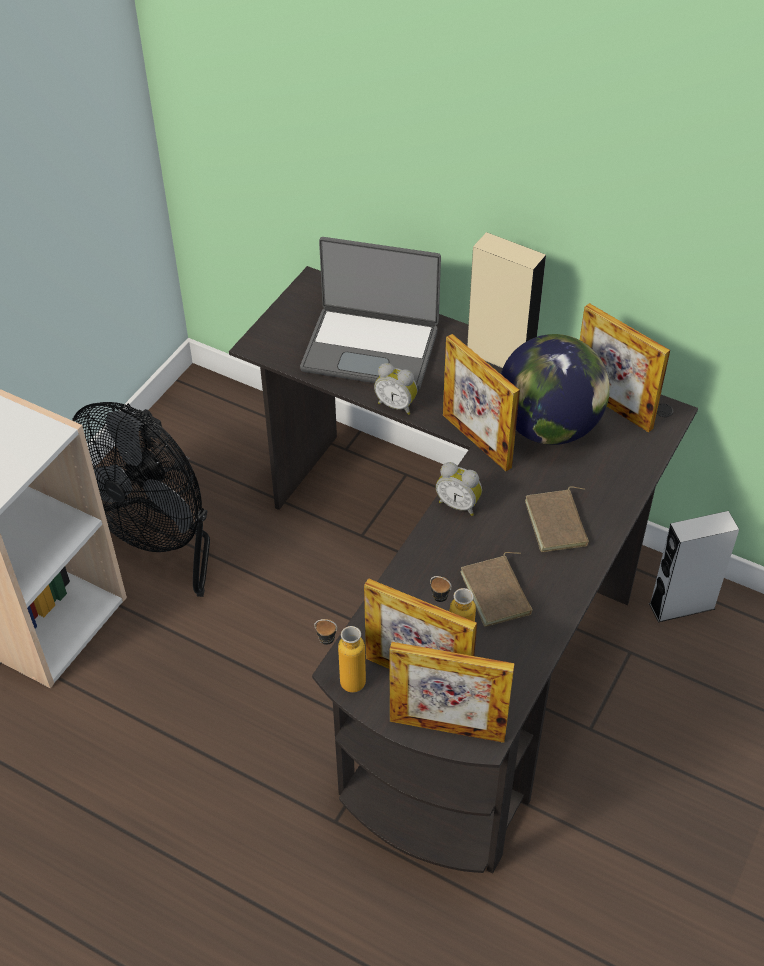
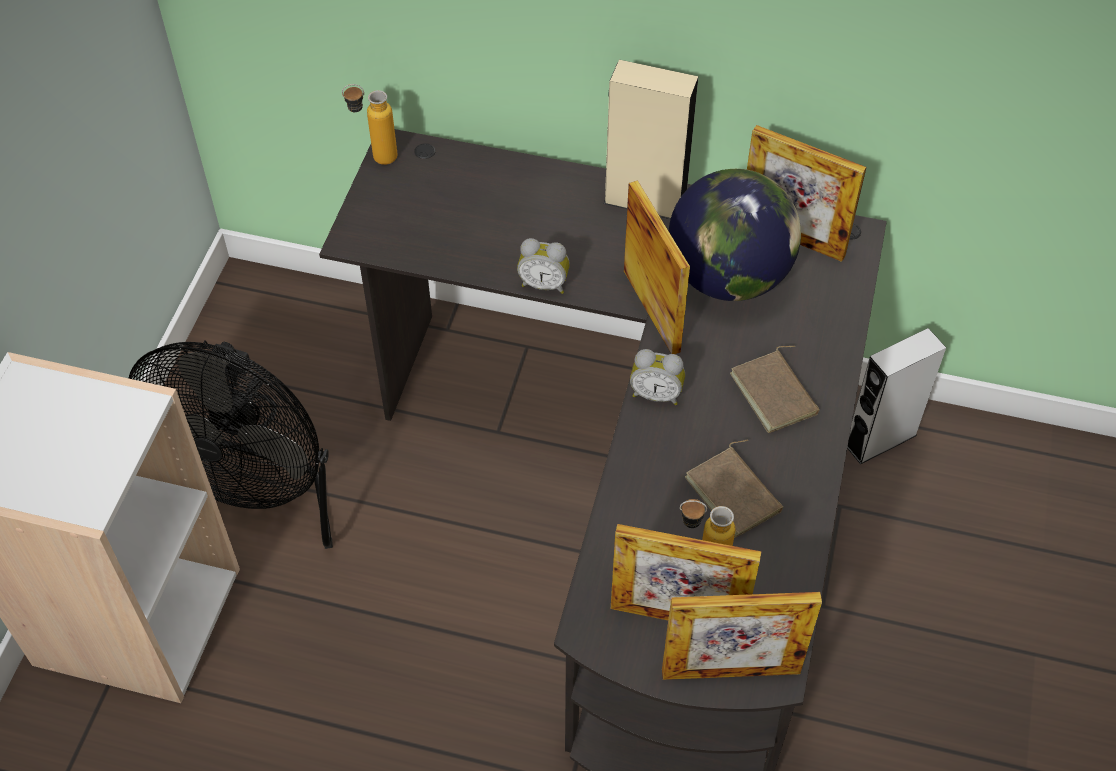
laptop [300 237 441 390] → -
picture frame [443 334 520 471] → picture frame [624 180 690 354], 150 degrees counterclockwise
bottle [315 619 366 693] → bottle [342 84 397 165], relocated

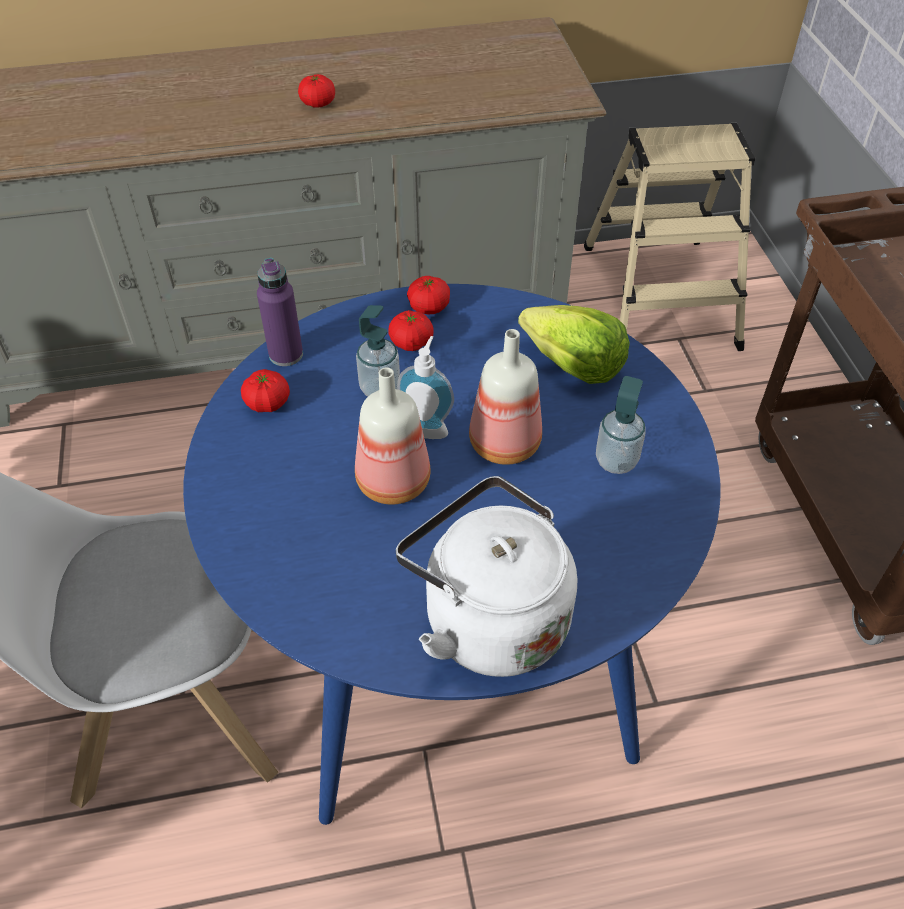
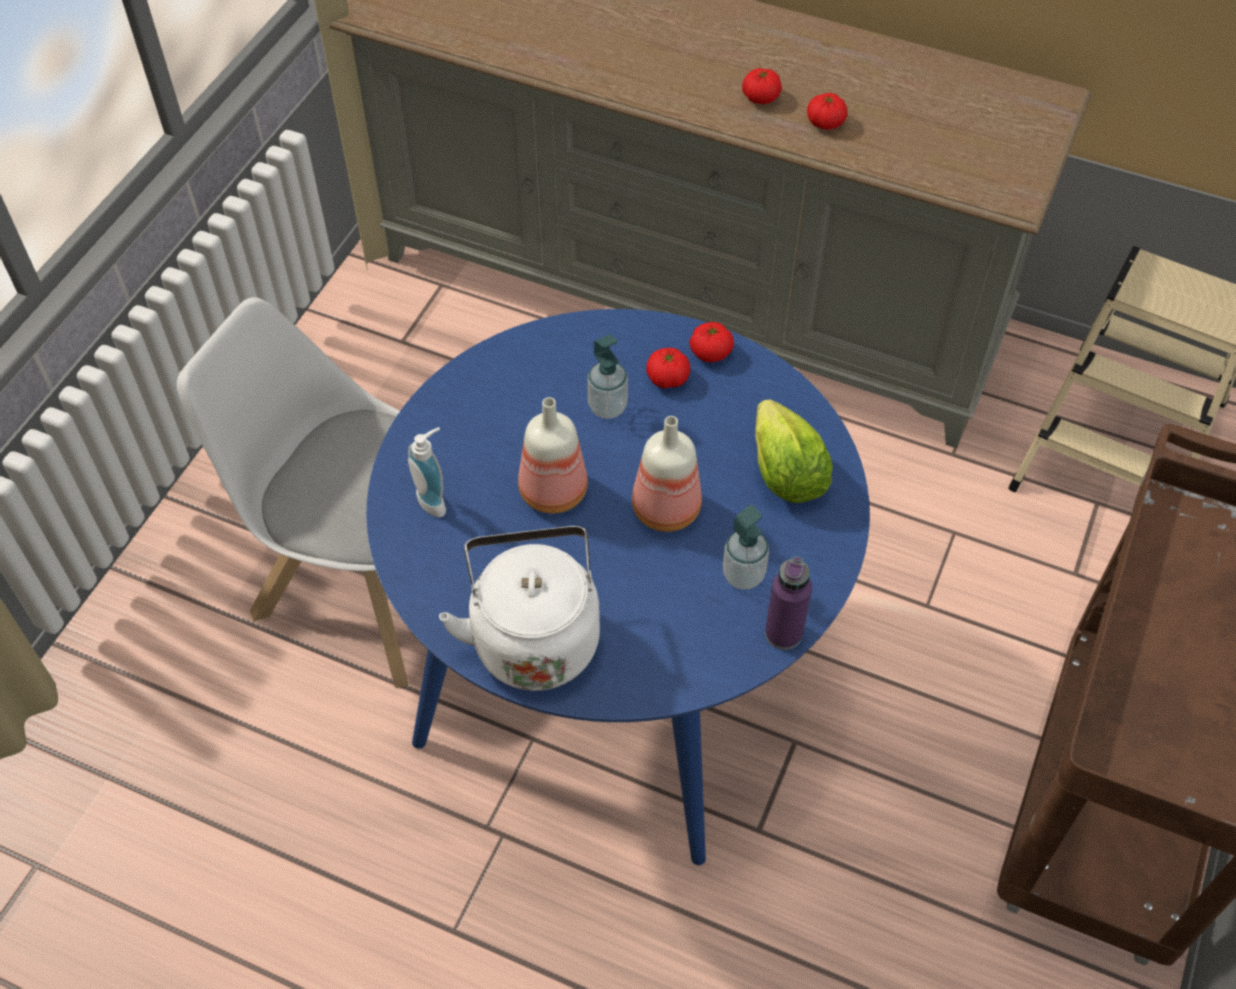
bottle in purple [257 258 303 366] → bottle in purple [765 556 812 650], relocated
soap dispenser [397 336 454 439] → soap dispenser [408 427 446 517], relocated
tomato [241 369 290 412] → tomato [807 93 847 130], relocated

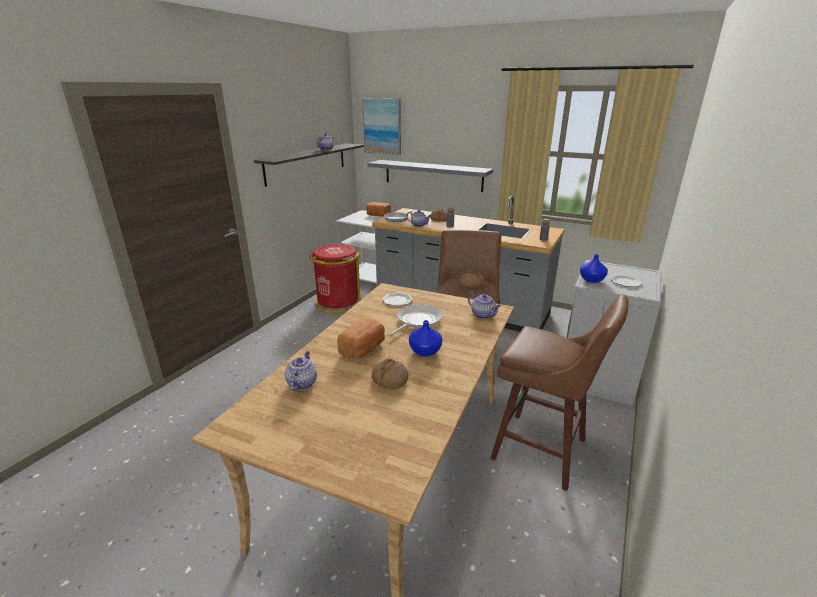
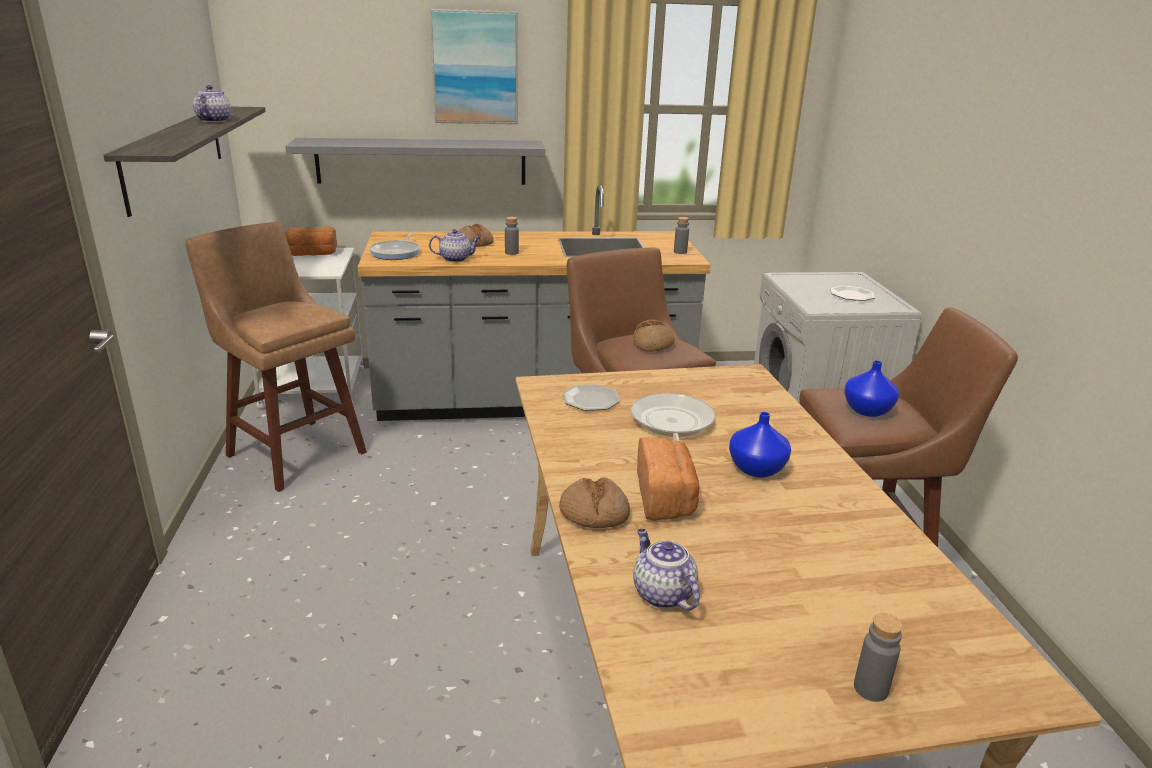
picture [362 98 401 155] → picture [430 9 518 124], relocated
trash can in red [309 244 361 313] → stool in brown [185 222 367 492]
vase in blue [580 254 608 283] → vase in blue [844 360 899 417], relocated
teapot [468 293 501 319] → -
bread [372 359 408 389] → bread [559 477 630 528], relocated
- → bottle in grey [854 613 903 702]

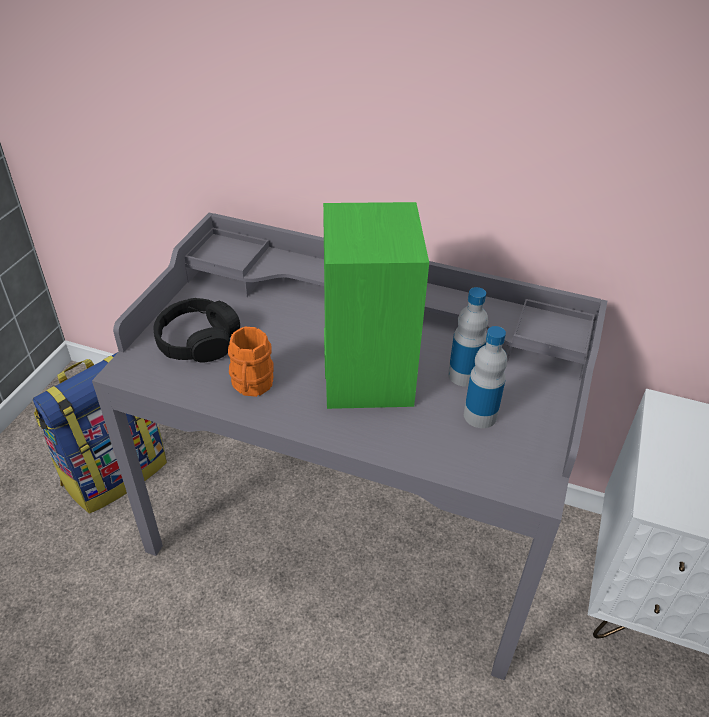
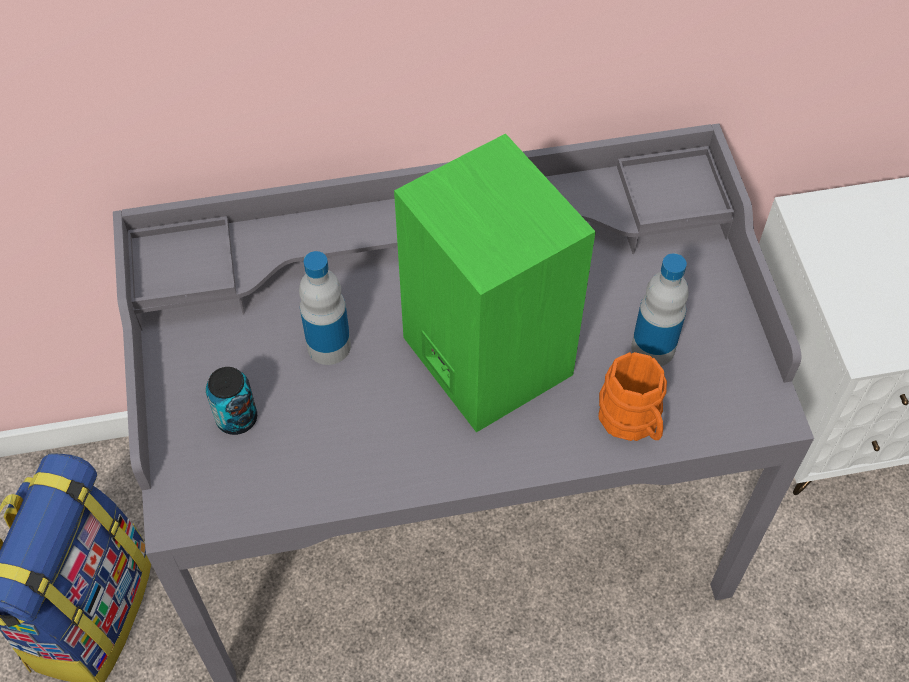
bottle [448 287 488 387] → bottle [299 251 351 365], relocated
headphones in black [153 298 240 363] → can [206 367 257 435]
mug in orange [228 327 274 397] → mug in orange [598 352 667 441], relocated

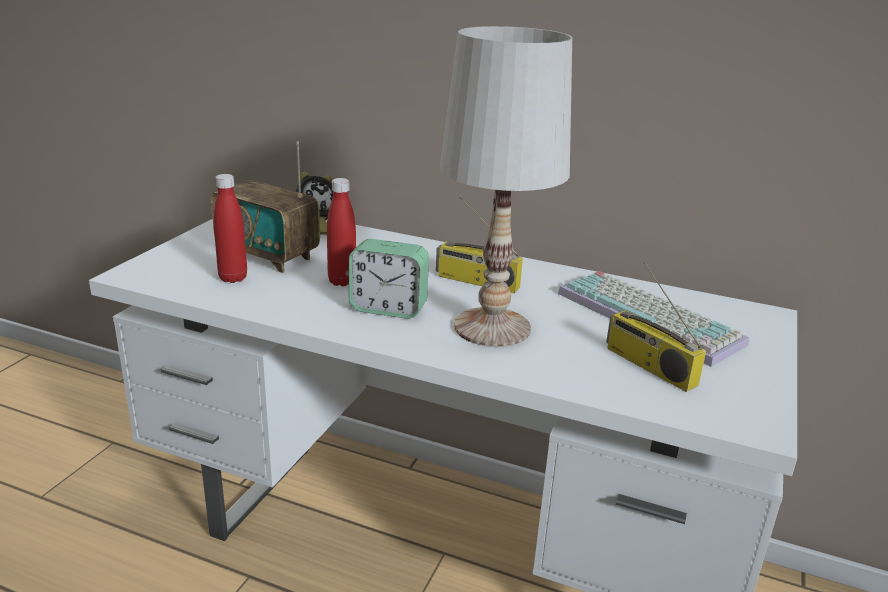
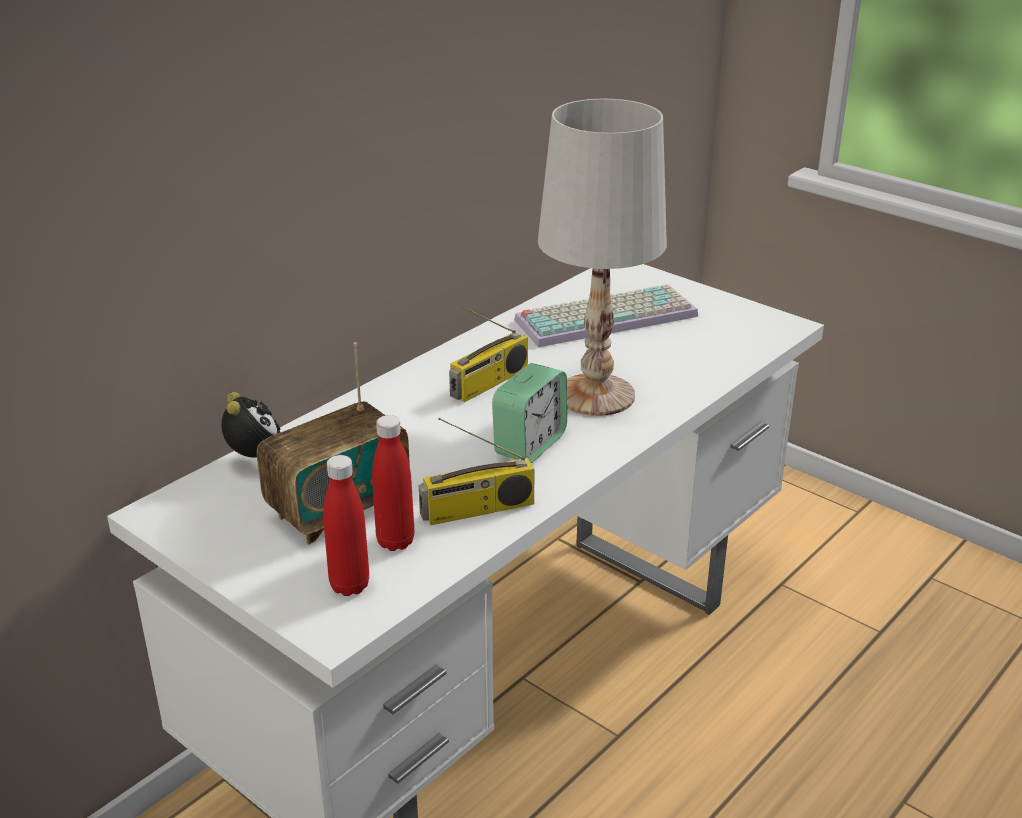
bottle in red [327 178 356 286] → bottle in red [323 455 369 596], relocated
radio [606 262 706 392] → radio [419 418 535 525], relocated

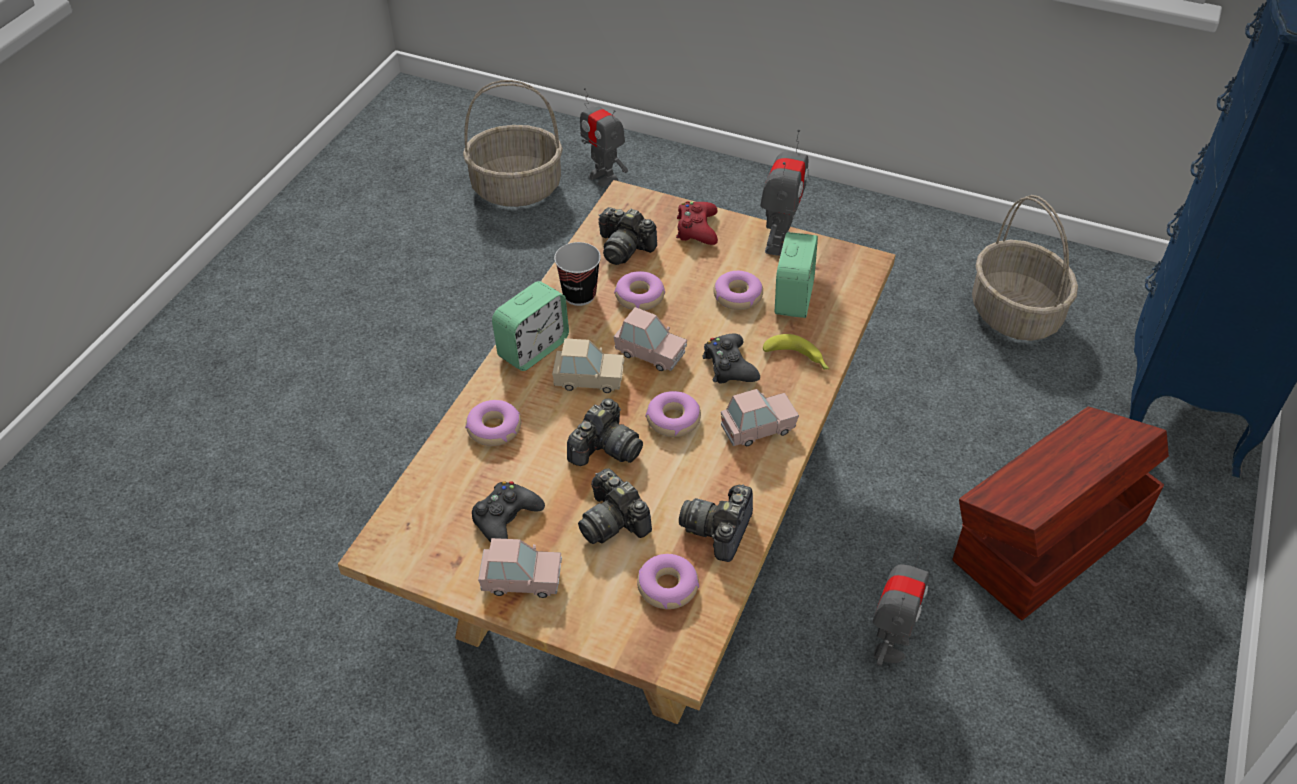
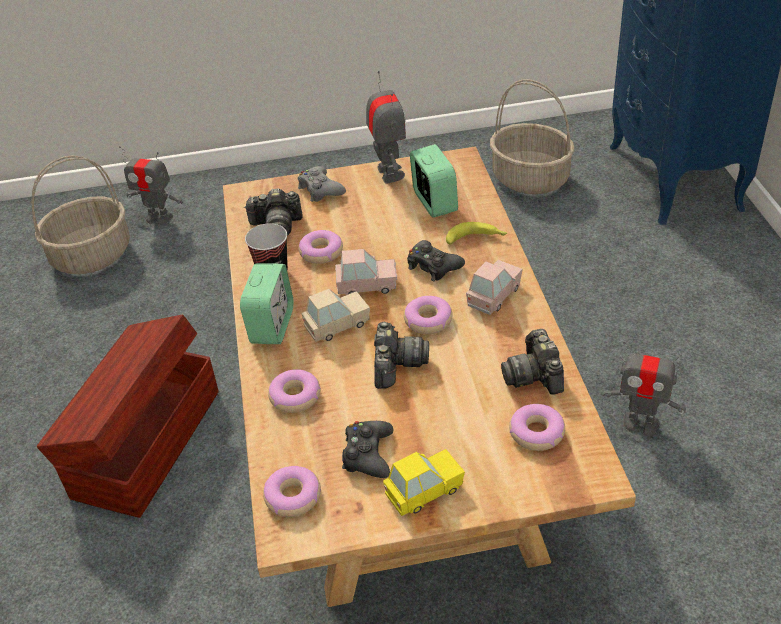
game controller in red [676 201 718 245] → game controller in grey [298 166 346 202]
donut [713 271 763 310] → donut [263 466 321 517], relocated
storage box in brown [952 407 1169 620] → storage box in brown [37 315 219 518], relocated
photo camera [578 469 652 544] → -
toy car in pink [478 538 562 598] → toy car in yellow [383 449 465 516]
toy robot [873 547 929 666] → toy robot [603 341 686 436], 120 degrees clockwise

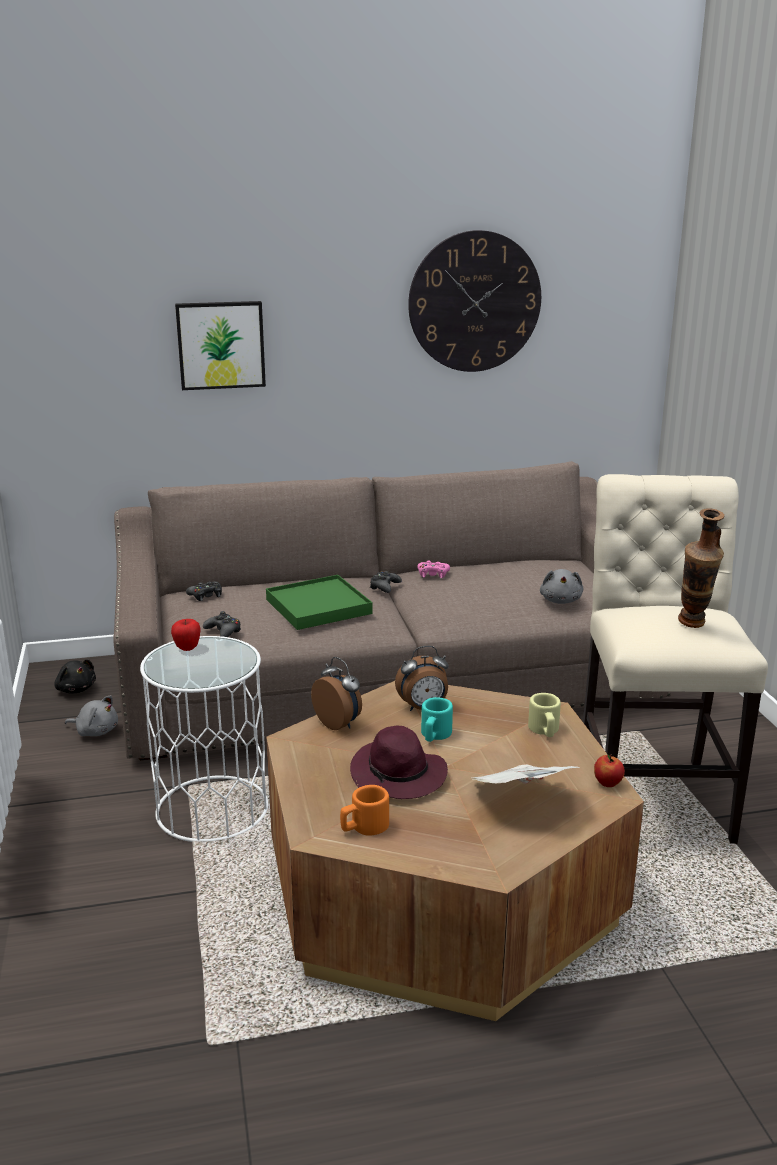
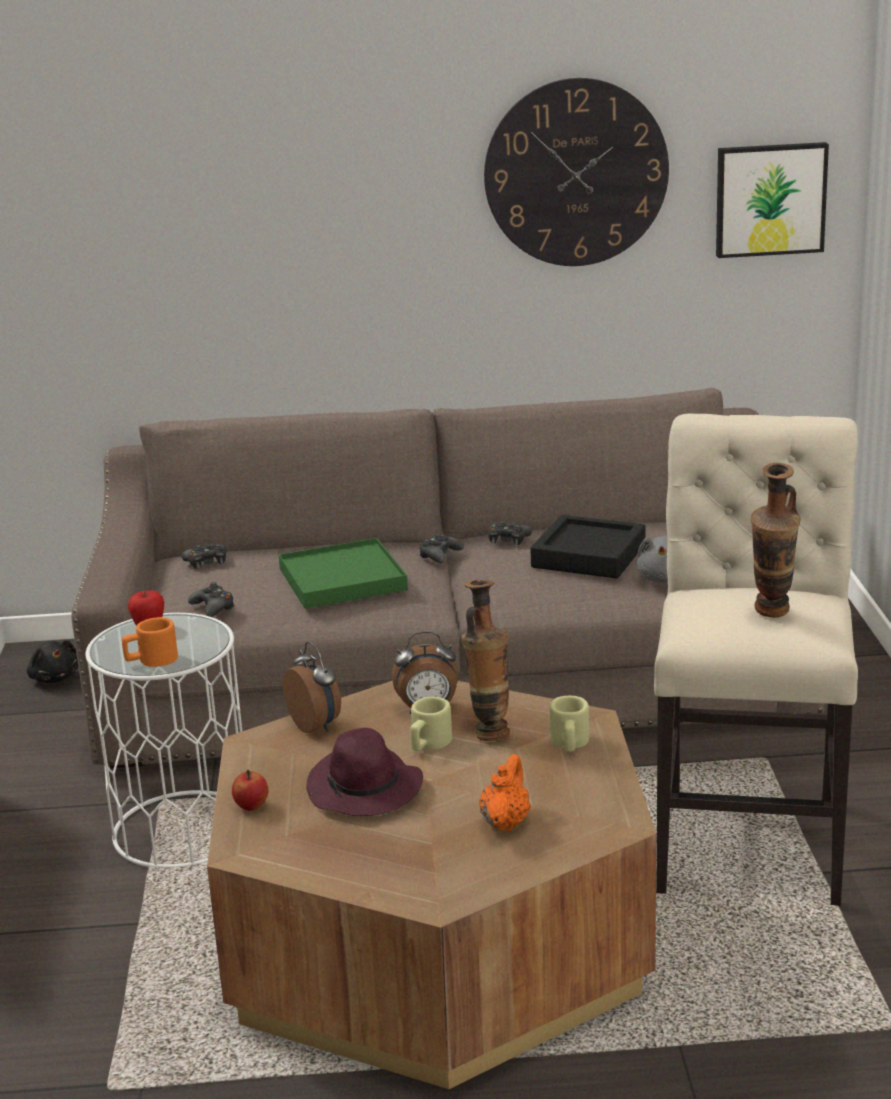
picture [175 301 266 390] → picture [716 142 829 258], relocated
game controller in pink [417 560 450 578] → game controller in black [488 521 532 545]
plush toy in grey [65 695 118 736] → -
mug in turquoise [421 697 453 742] → mug in beige [410 697 452 751]
apple [594 754 625 787] → apple [232 769 268 811], relocated
newspaper [473 764 580 784] → teapot in orange [479 754 531 832]
mug in orange [340 785 389 836] → mug in orange [122 617 178 667], relocated
- → tray in black [530 515 645 578]
- → vase [461 580 510 741]

